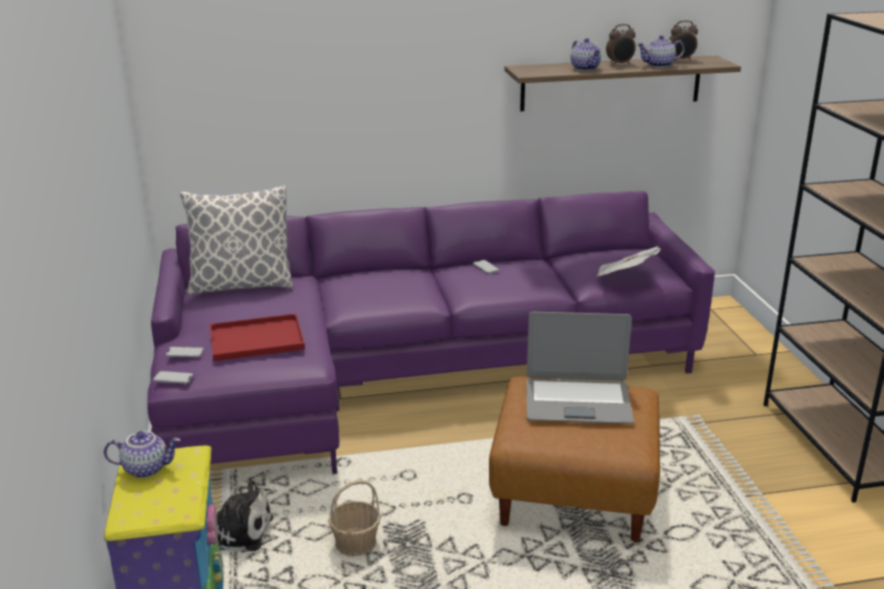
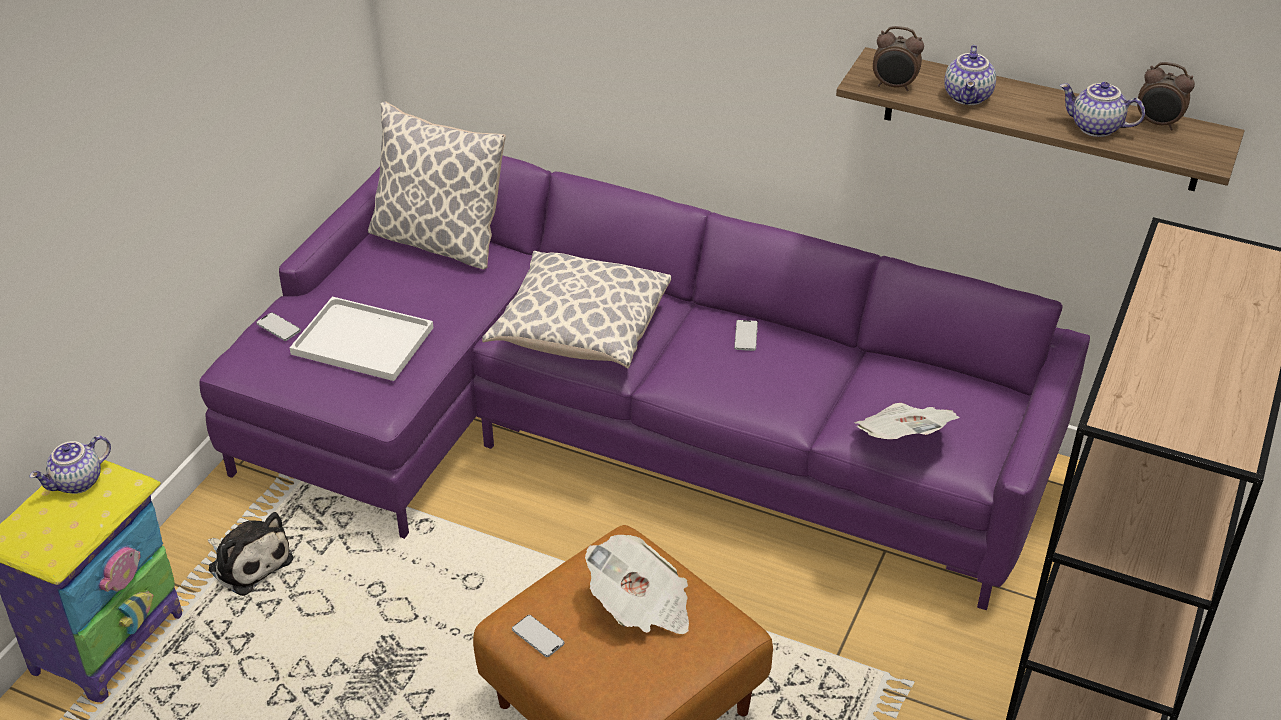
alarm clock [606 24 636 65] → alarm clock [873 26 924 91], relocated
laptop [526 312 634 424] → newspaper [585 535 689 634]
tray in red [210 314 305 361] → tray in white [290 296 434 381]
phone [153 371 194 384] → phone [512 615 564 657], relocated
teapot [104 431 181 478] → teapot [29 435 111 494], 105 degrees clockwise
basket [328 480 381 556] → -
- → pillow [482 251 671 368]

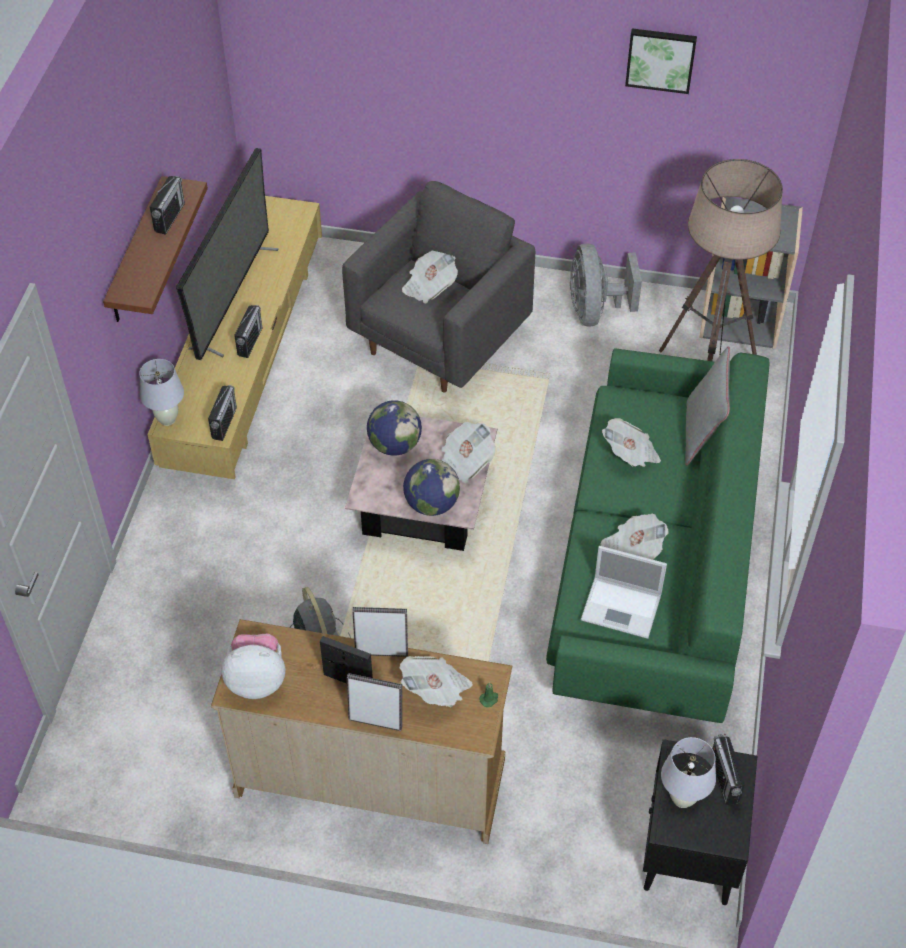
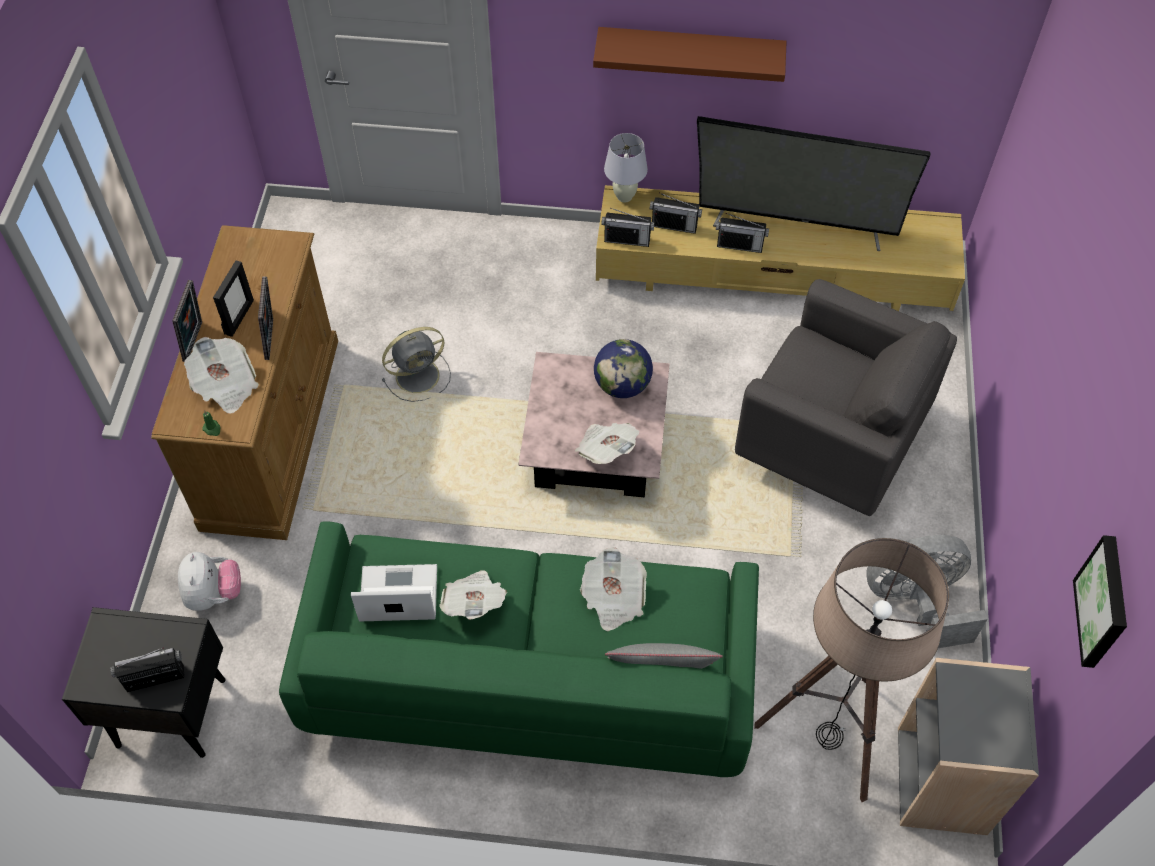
picture [625 28 697 94] → picture [1073 535 1127 668], relocated
radio [150 176 185 235] → radio [650 193 702 234], relocated
newspaper [402 250 458 303] → -
globe [403 459 460 516] → -
laptop [581 546 667 639] → laptop [351 564 437 622], 75 degrees clockwise
plush toy [221 633 286 699] → plush toy [178 552 241 611], relocated
table lamp in white [661 737 716 808] → -

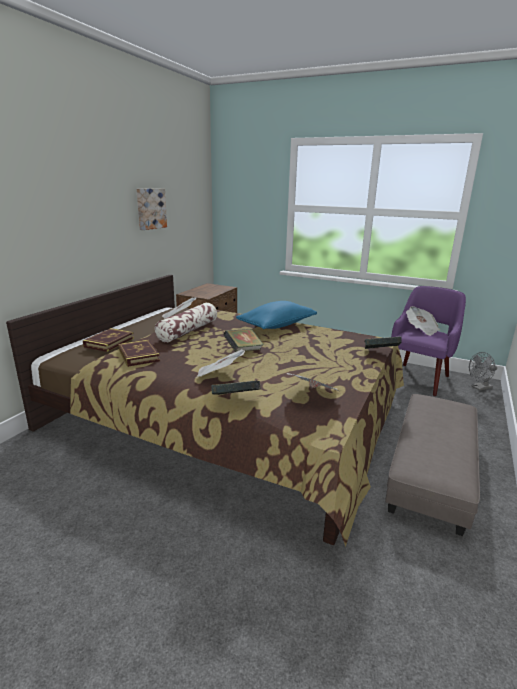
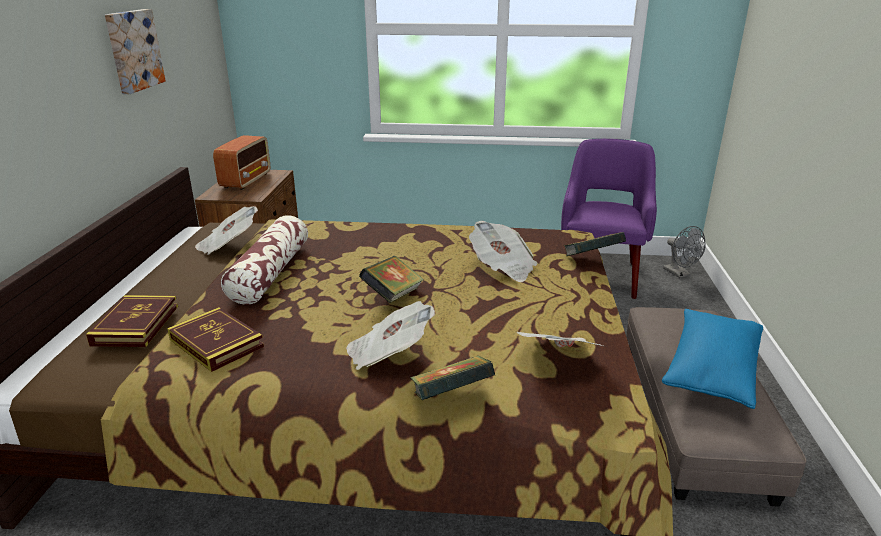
pillow in blue [236 301 317 329] → pillow in blue [662 309 763 409], relocated
newspaper [406 306 440 336] → newspaper [469 221 538 282], relocated
fan in grey [469 352 497 391] → fan in grey [663 226 706 278], 75 degrees counterclockwise
- → radio [213 135 270 190]

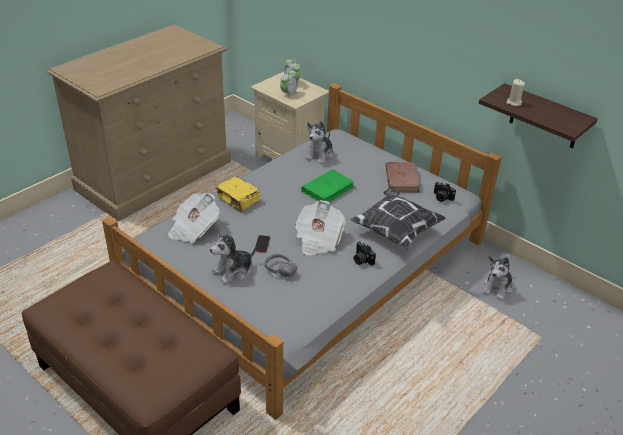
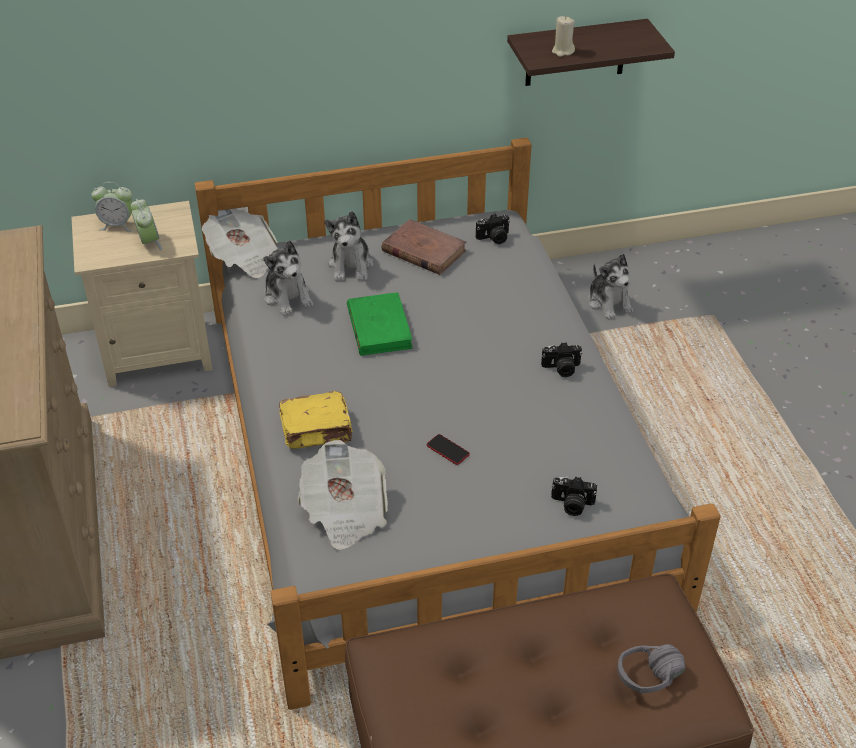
pillow [350 188 446 250] → -
newspaper [295 200 346 255] → newspaper [202 207 278 278], relocated
plush toy [210 230 256 284] → plush toy [324 211 374 281], relocated
headphones in grey [264 254 297 277] → headphones in grey [617 644 685 693], relocated
- → photo camera [551 476 597 516]

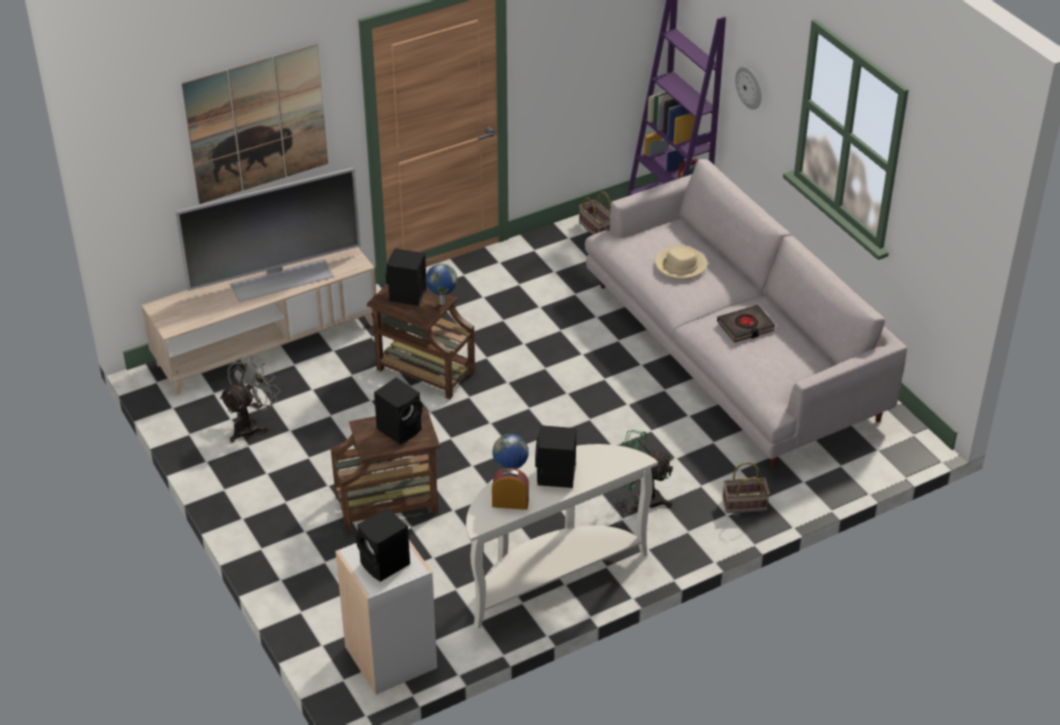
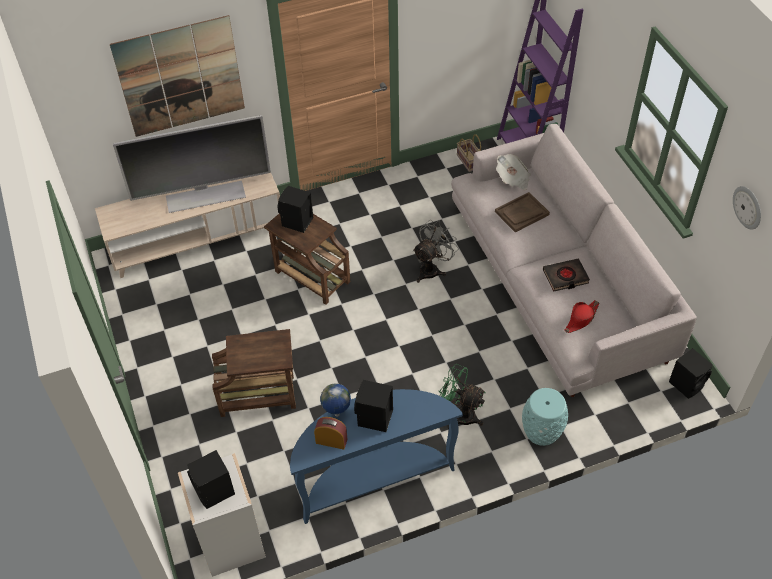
wall clock [735 67 761 110] → wall clock [733 186 761 229], relocated
hat in beige [655 245 707 280] → tray in brown [495 192 550 233]
globe [426 264 457 305] → -
fan in grey [219 356 280 443] → fan in grey [413 220 459 283], relocated
speaker in black [374 377 422 444] → speaker in black [669 348 713 399], relocated
console table in white [466 444 658 629] → console table in blue [290 389 463 524]
basket [723 462 770 513] → stool in turquoise [522 388 568 446]
- → newspaper [496 154 531 190]
- → hat in red [564 300 600 333]

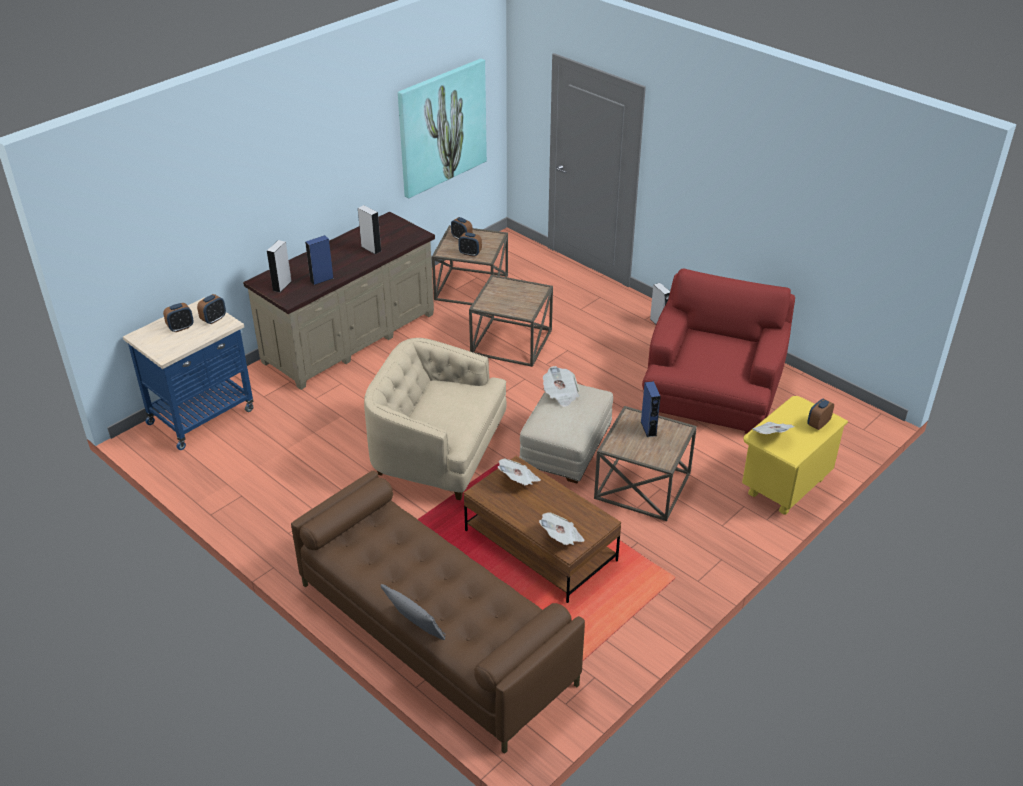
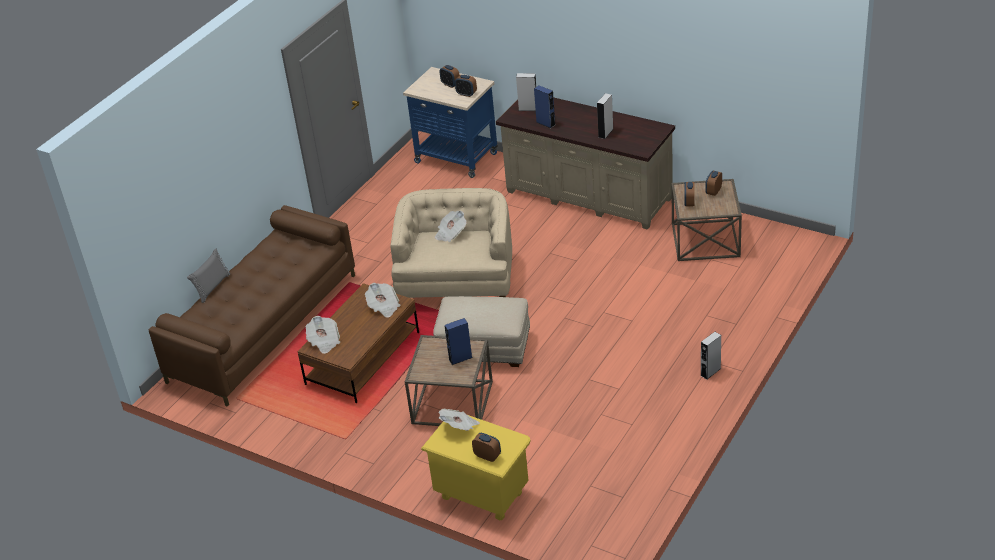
picture [398 59 487 199] → -
armchair in red [642 269 795 434] → -
side table in brown [469 275 553 367] → -
newspaper [543 366 580 407] → newspaper [435 211 467 242], relocated

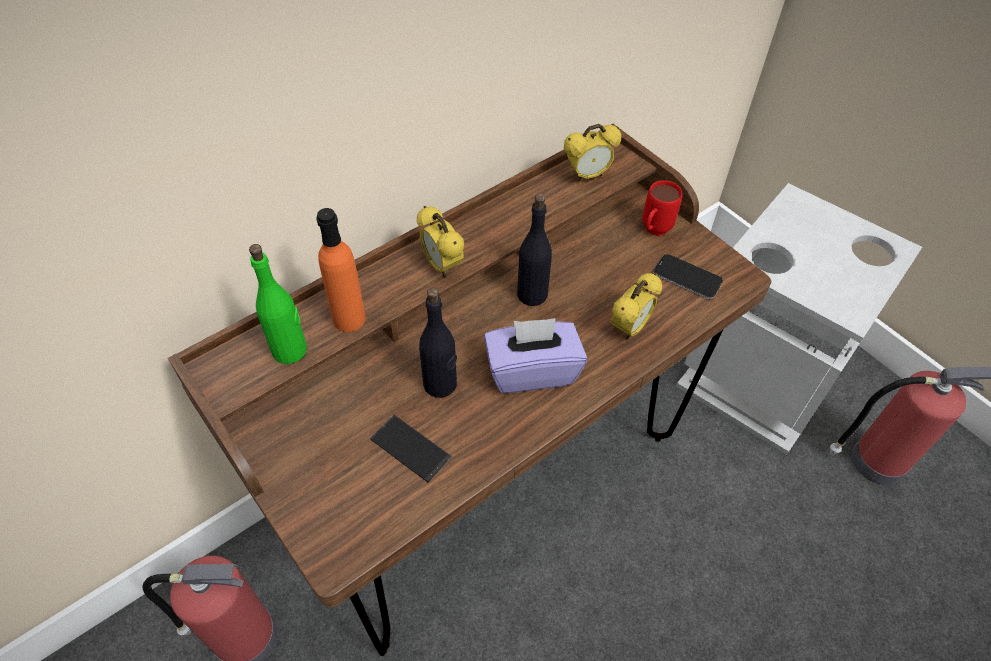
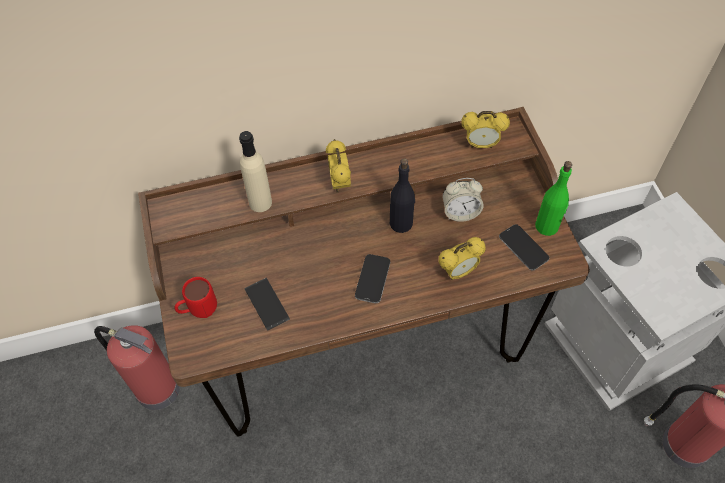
mug in red [642 180 682 236] → mug in red [175 277 217 318], relocated
bottle in orange [316 208 366 332] → bottle in beige [239 131 272 212]
bottle in green [249 244 307 364] → bottle in green [535 161 572 236], relocated
bottle in black [419 287 457 398] → -
tissue box in purple [484 318 587 393] → phone [355 254 390 303]
- → alarm clock [443 178 484 222]

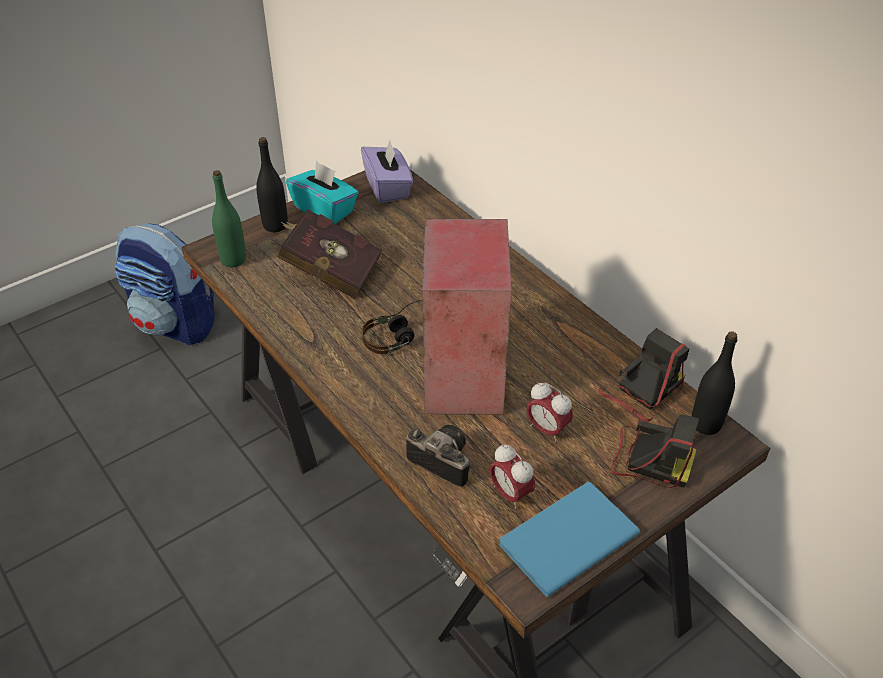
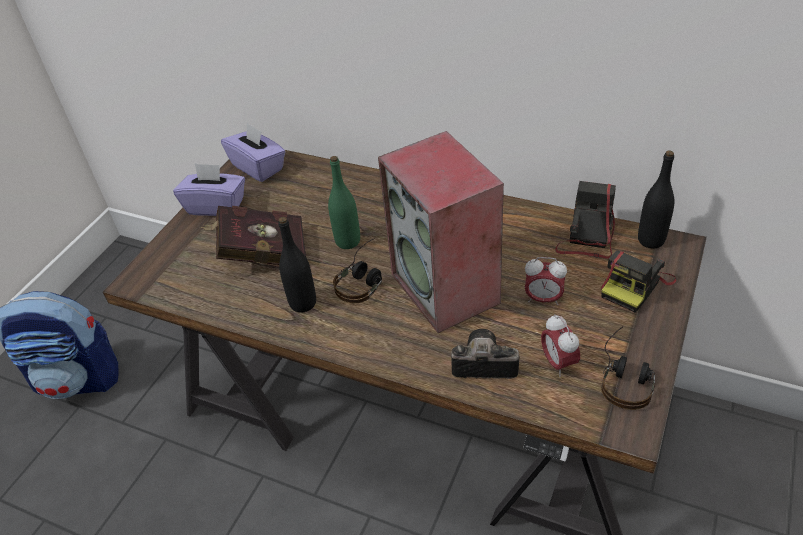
bottle in black [256 137 288 232] → bottle in black [278 217 316 312], relocated
tissue box in turquoise [286 161 359 224] → tissue box in purple [173 163 245 216]
bottle in green [212 170 246 267] → bottle in green [328 156 360 249], relocated
photo camera [610 415 699 488] → photo camera [601 251 676 313], 135 degrees clockwise
alarm clock [490 444 535 509] → alarm clock [541 314 580 377], 45 degrees clockwise
book in blue [499 482 640 597] → headphones [601 326 655 410]

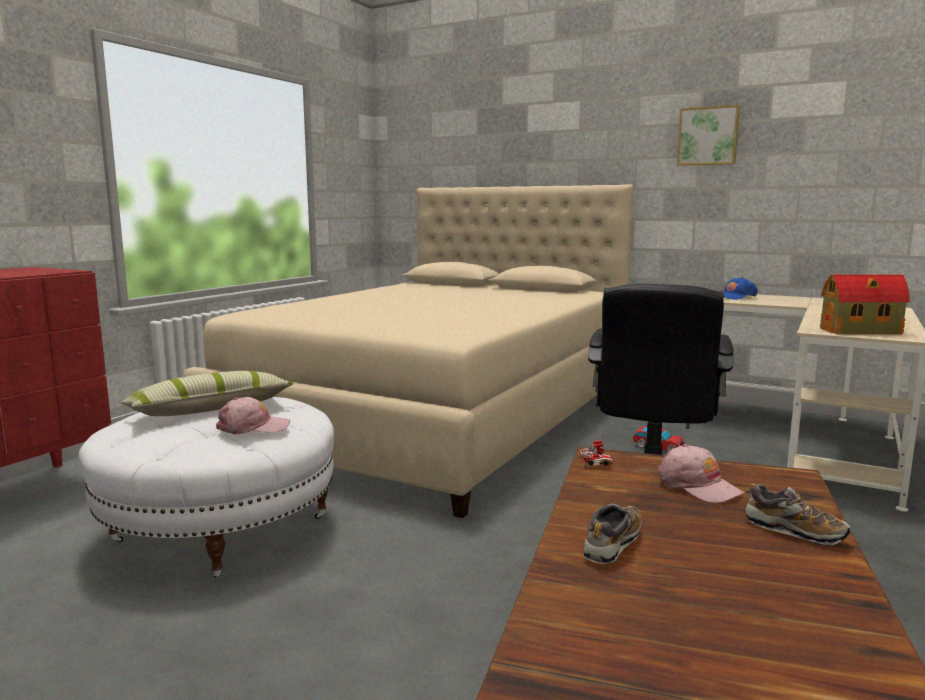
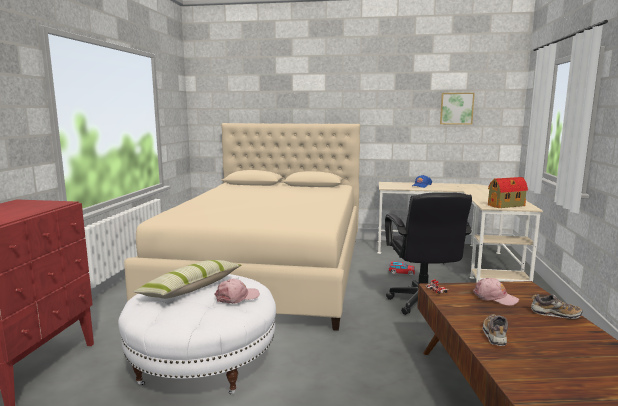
picture [677 105 740 166] → picture [440 93 475 124], relocated

